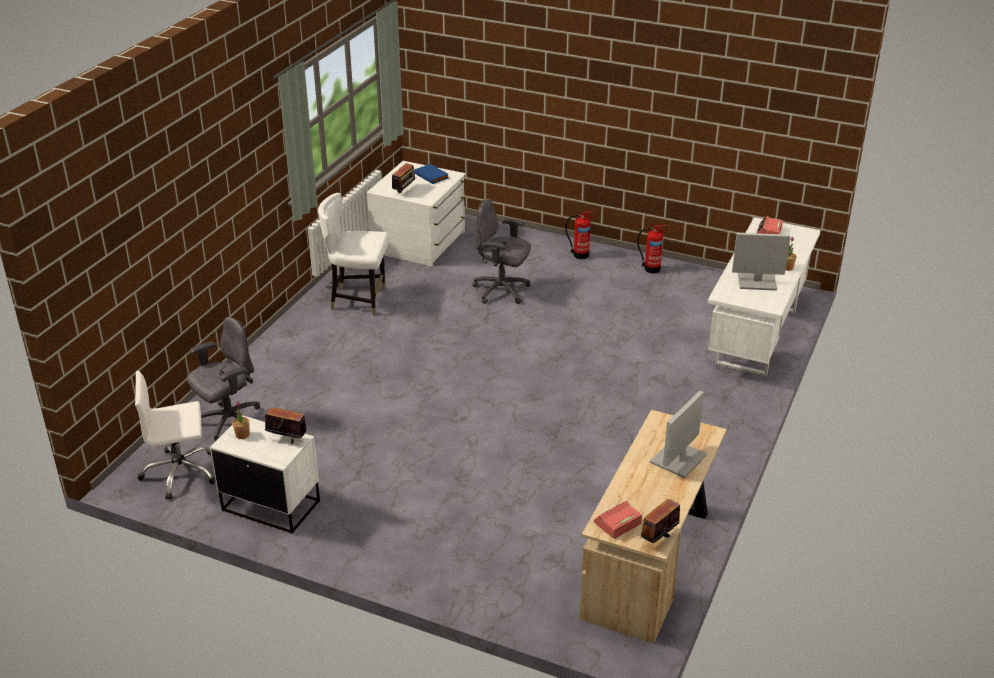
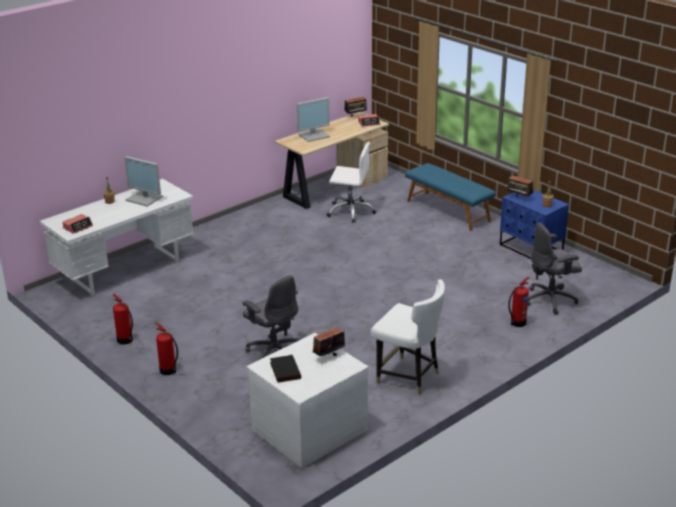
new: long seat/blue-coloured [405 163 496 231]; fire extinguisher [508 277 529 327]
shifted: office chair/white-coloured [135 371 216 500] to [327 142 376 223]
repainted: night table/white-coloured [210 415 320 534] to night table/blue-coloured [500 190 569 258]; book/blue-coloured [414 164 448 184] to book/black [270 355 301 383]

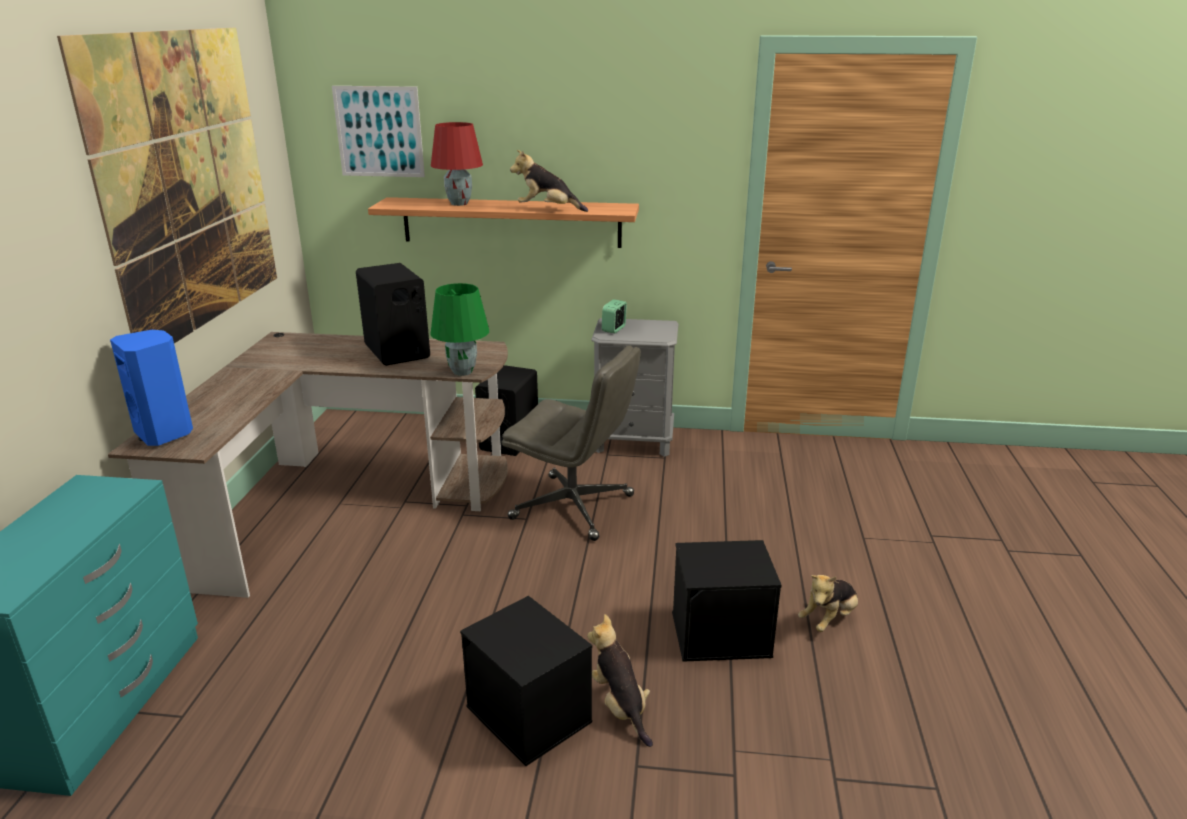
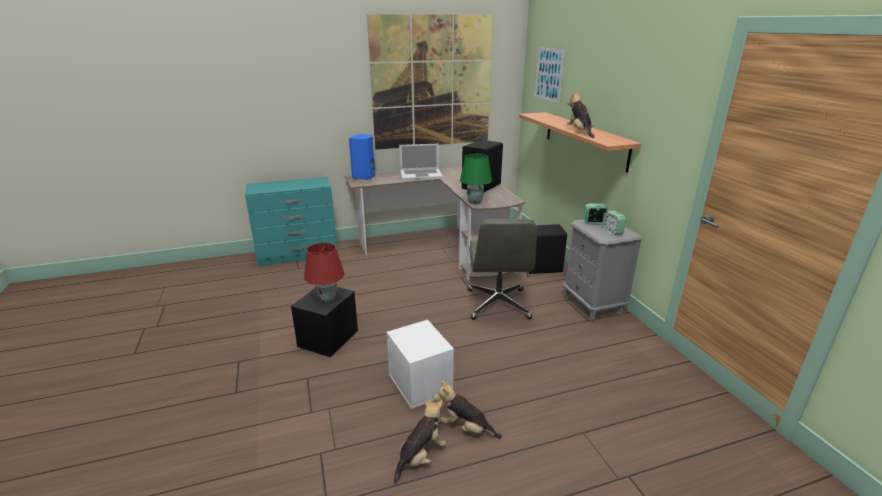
new: portable computer [399 144 443 180]; table clock [602 211 626 235]
shifted: lamp for a table/reddish [431 122 483 206] to [304 243 345 304]; plush toy [587 614 653 747] to [394 398 446 484]
repainted: storage container/black [672 540 782 662] to storage container/white-coloured [386 320 454 409]

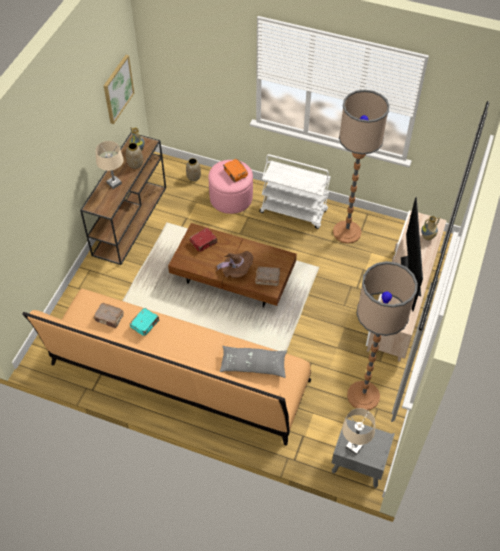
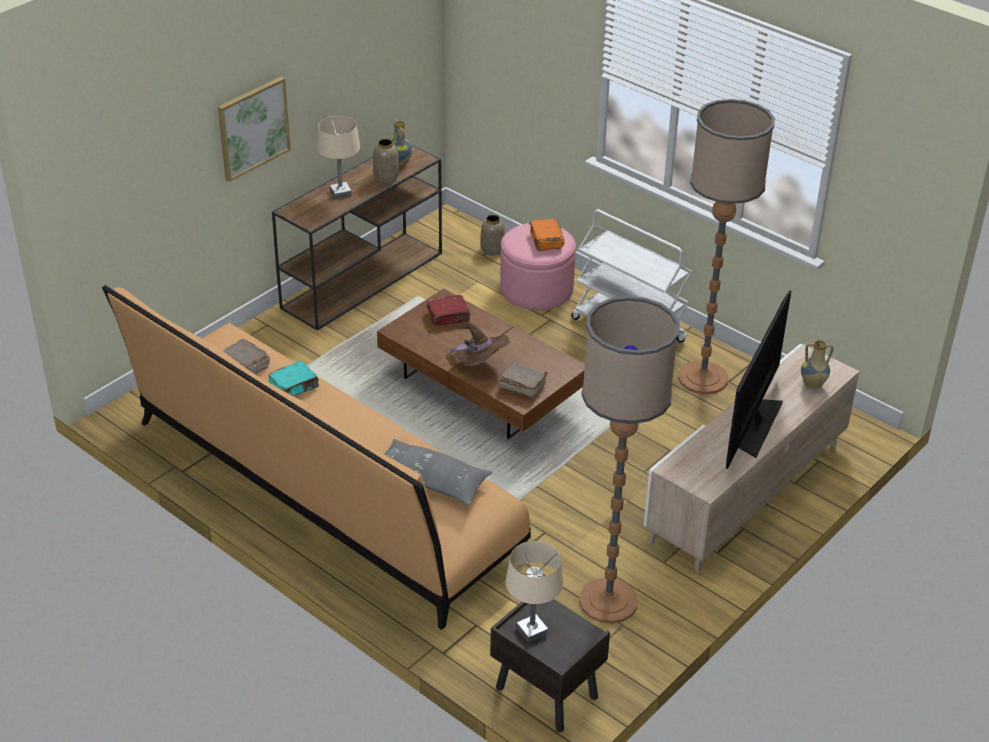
shifted: wall art [104 55 134 124] to [218 76 291 182]
repainted: night table/greyish [332 417 395 488] to night table/brown [490 599 610 732]

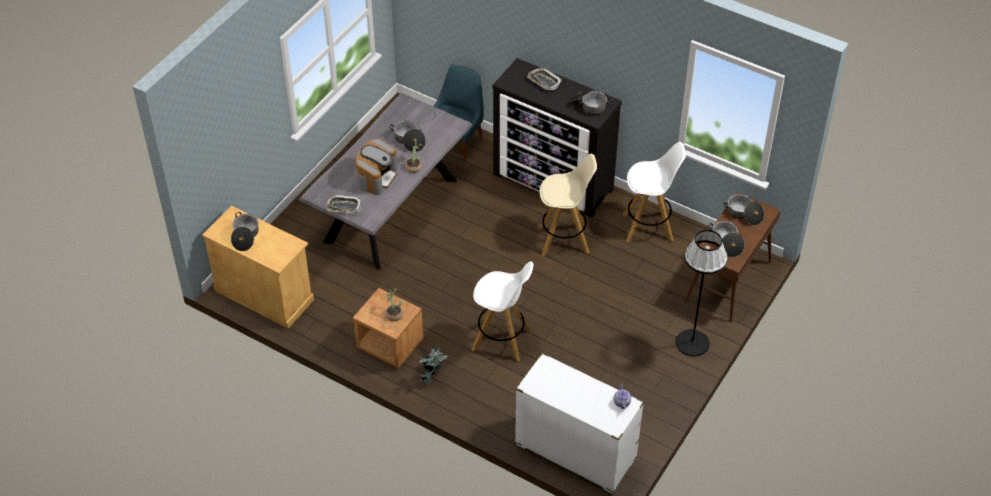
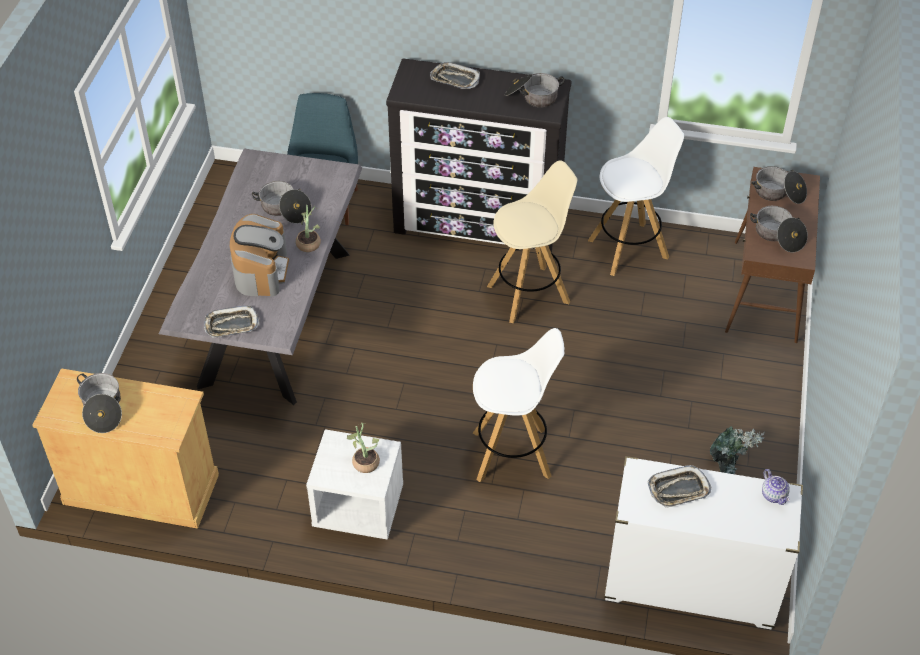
gone: floor lamp/black [675 230 728 357]
new: serving tray [648 465 712 508]
shifted: houseplant [420 348 448 384] to [710 426 765 474]
repainted: night table/brown [353 288 423 369] to night table/white-coloured [306 429 403 540]

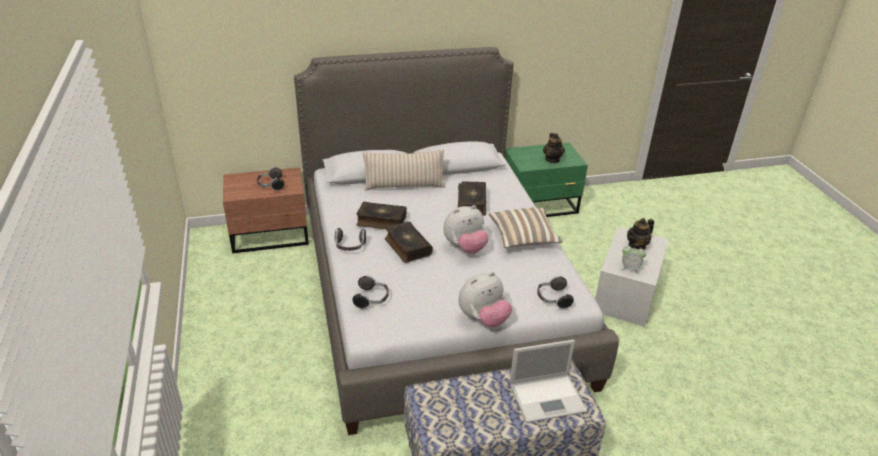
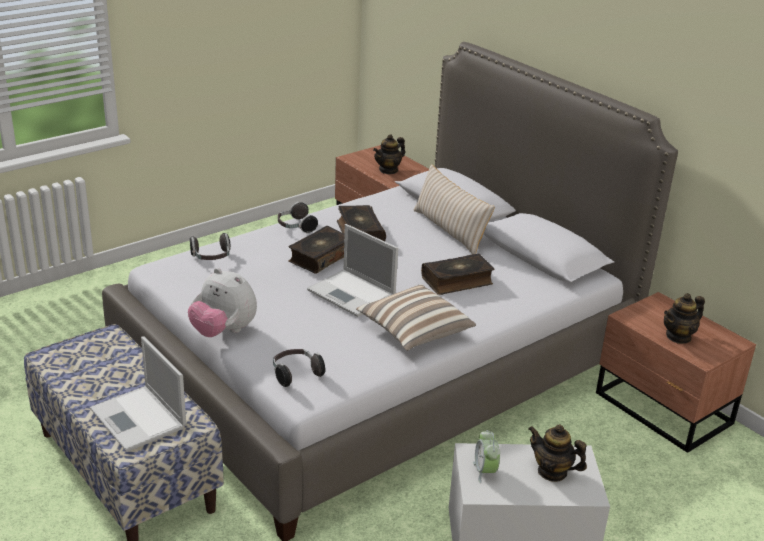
swapped: headset [257 167 285 191] to tea pot [373 134 405 174]; plush toy [443 205 489 254] to portable computer [307 224 398 317]
repainted: night table/greenish [504 143 588 217] to night table/brown [596 292 756 453]

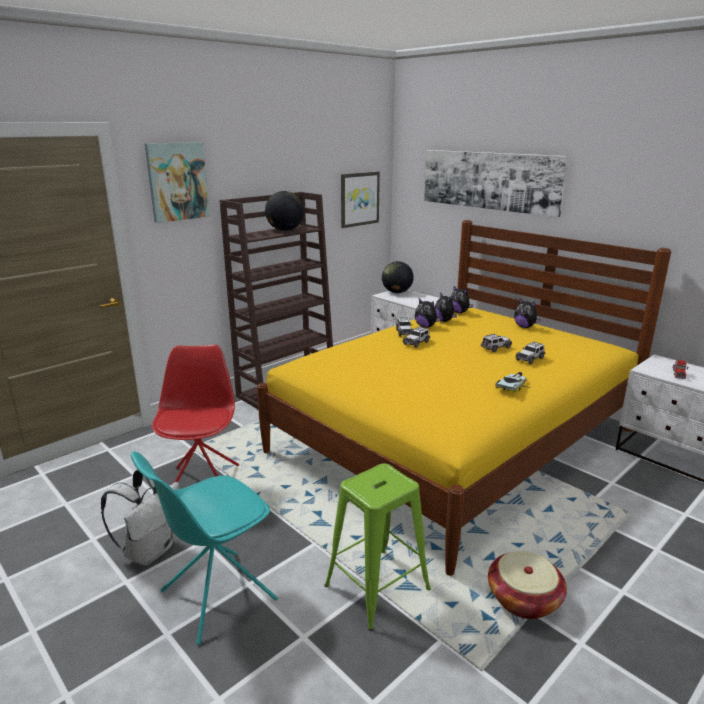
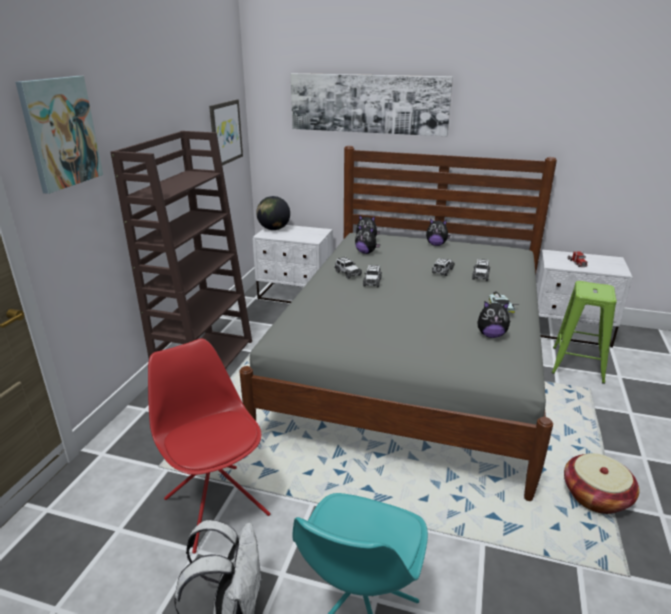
gone: desk globe [265 191 304 231]
shifted: stool/greenish [325 463 431 631] to [551 281 617 384]; plush toy [415 298 441 328] to [477 301 510 338]
repainted: sleeping bed/yellow-coloured [257 220 671 576] to sleeping bed/greyish [240 146 557 501]

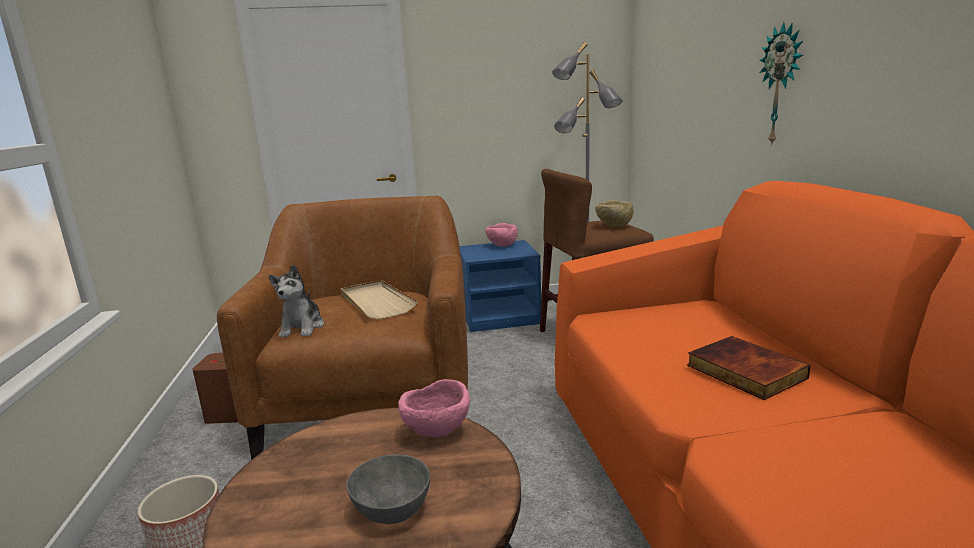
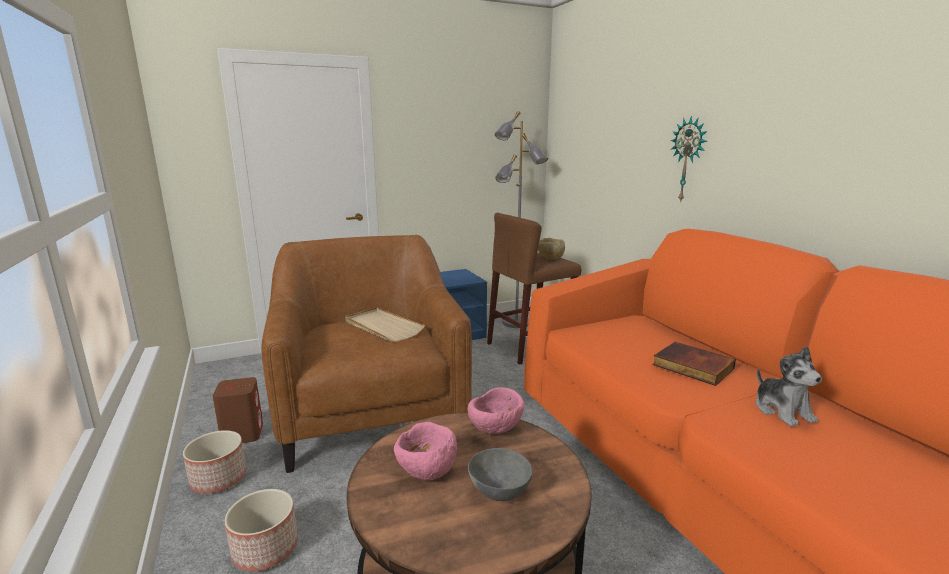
new: planter [183 430 246 494]
shifted: plush toy [268 265 324 338] to [756 346 822 427]; bowl/pink [485 223 518 247] to [394 422 457 480]

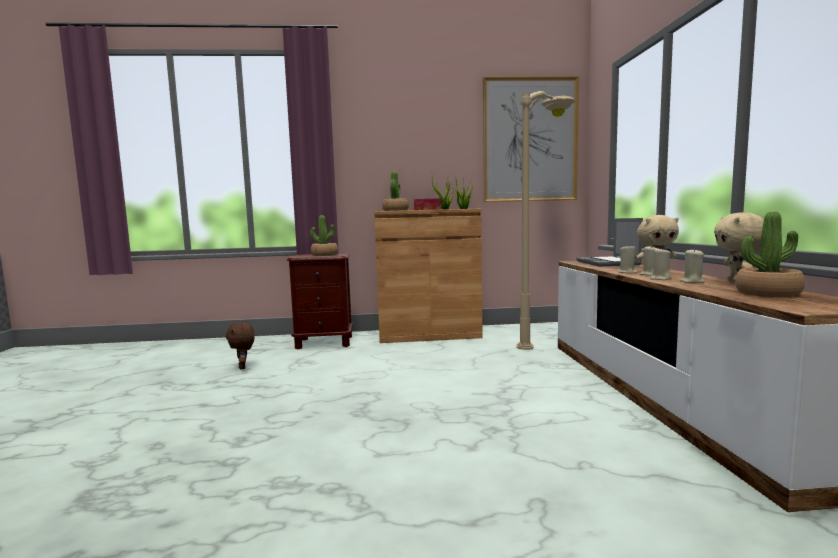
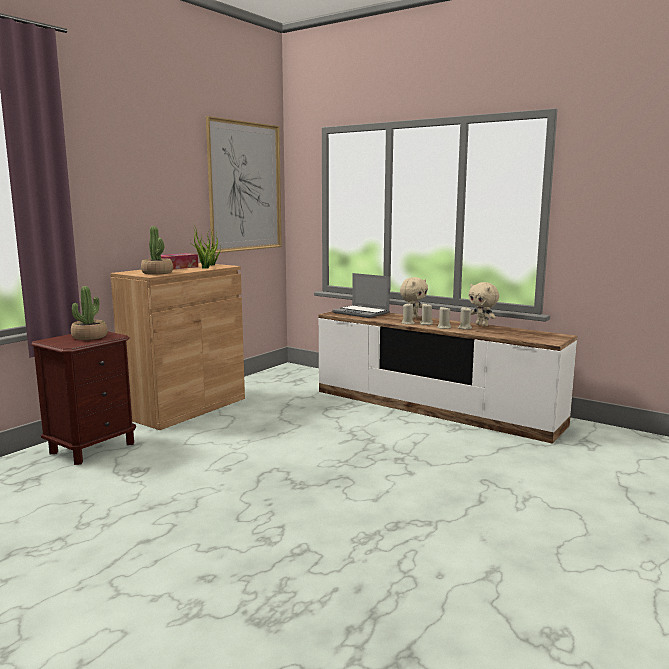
gone: plush toy/brown [226 322 254 370]; floor lamp/beige-coloured [517 91 575 350]; houseplant [735 212 805 297]

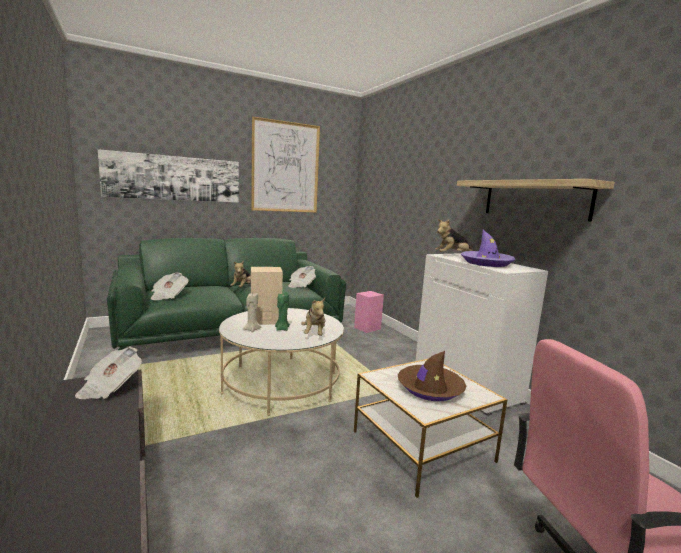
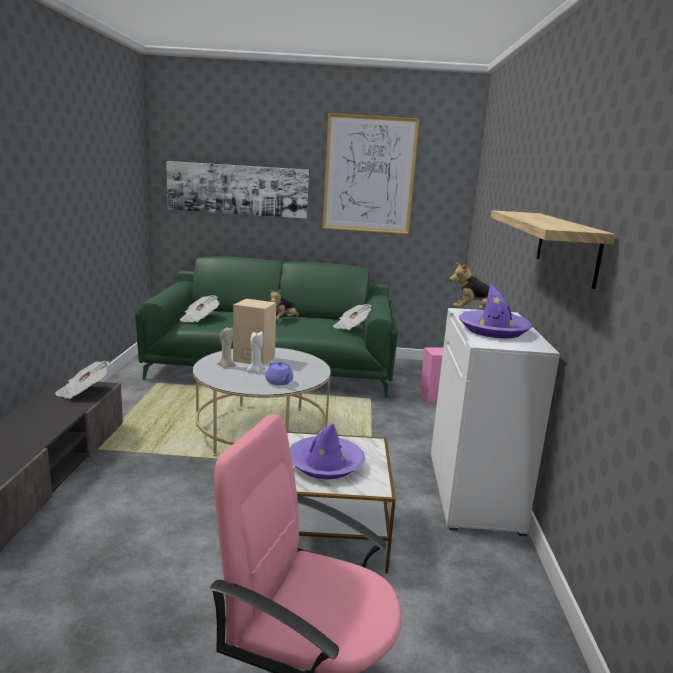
swapped: plush toy [301 298 325 336] to tea pot/purple-coloured [265 361 293 386]
repainted: candle/greenish [275 292 290 331] to candle/white-coloured [246 331 266 374]; hat/brown [398 351 466 401] to hat/purple-coloured [290 424 365 479]

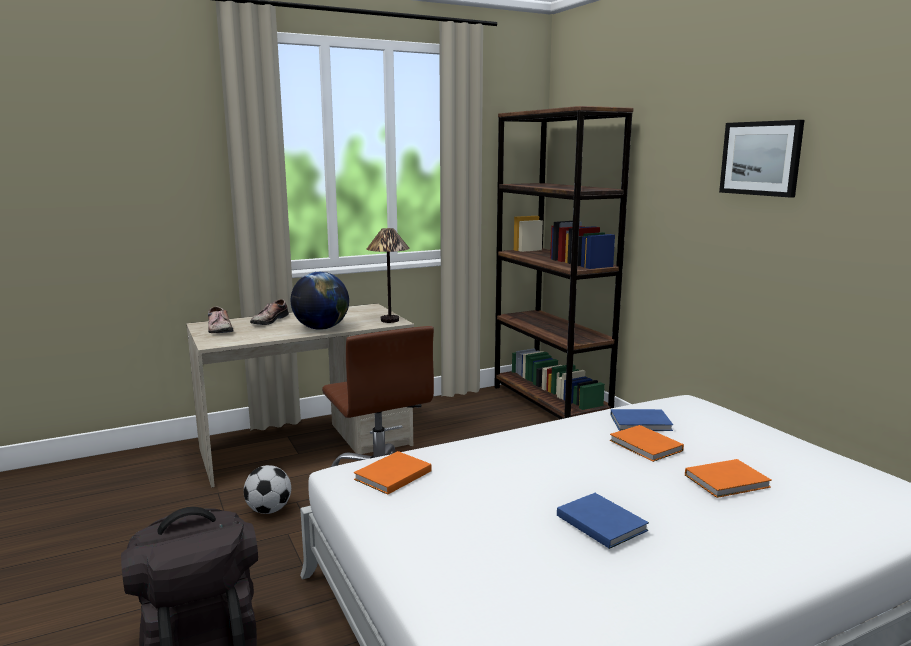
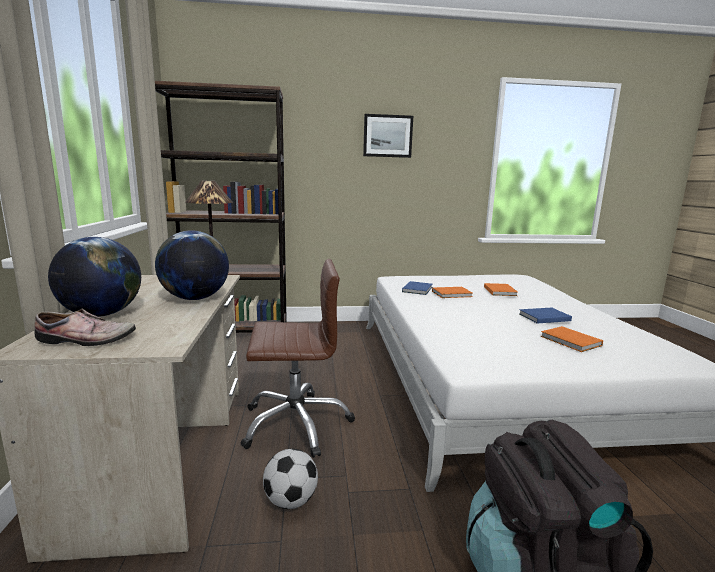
shifted: book/orangey [354 451 432 495] to [540 326 603 352]
swapped: shoe [250 299 289 325] to desk globe [48 237 141 317]

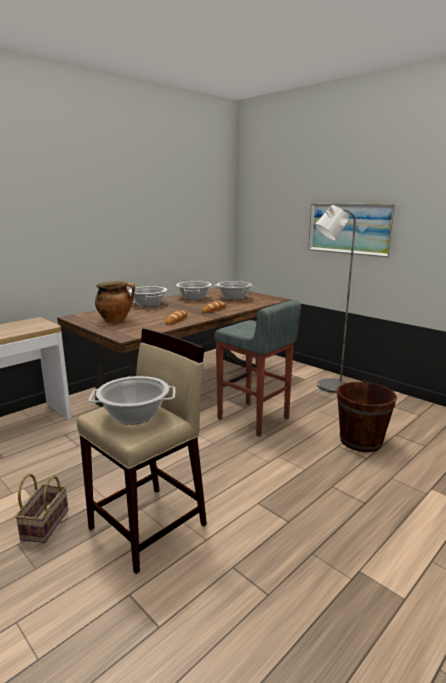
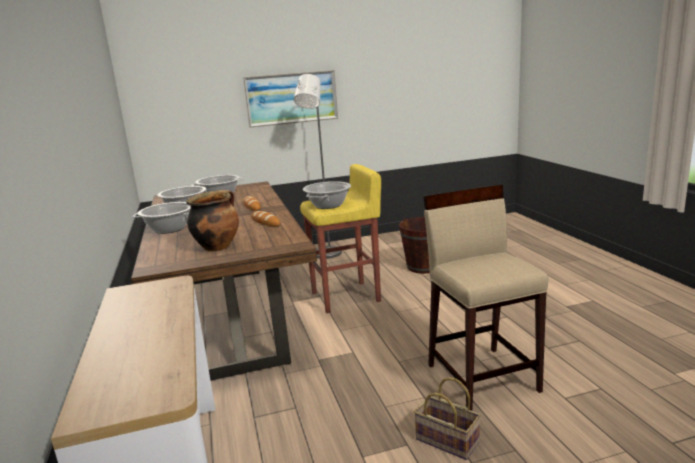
shifted: stockpot [89 376 176 425] to [303 181 351 209]
repainted: stool/greyish [214 300 301 437] to stool/yellow-coloured [300 164 381 313]

